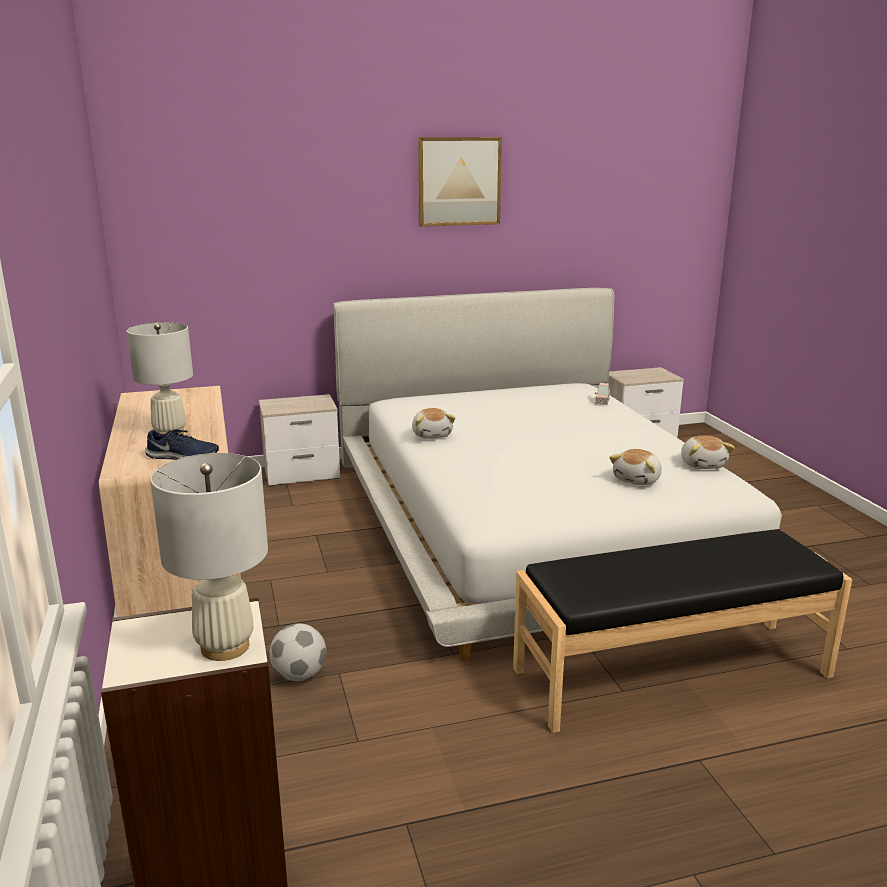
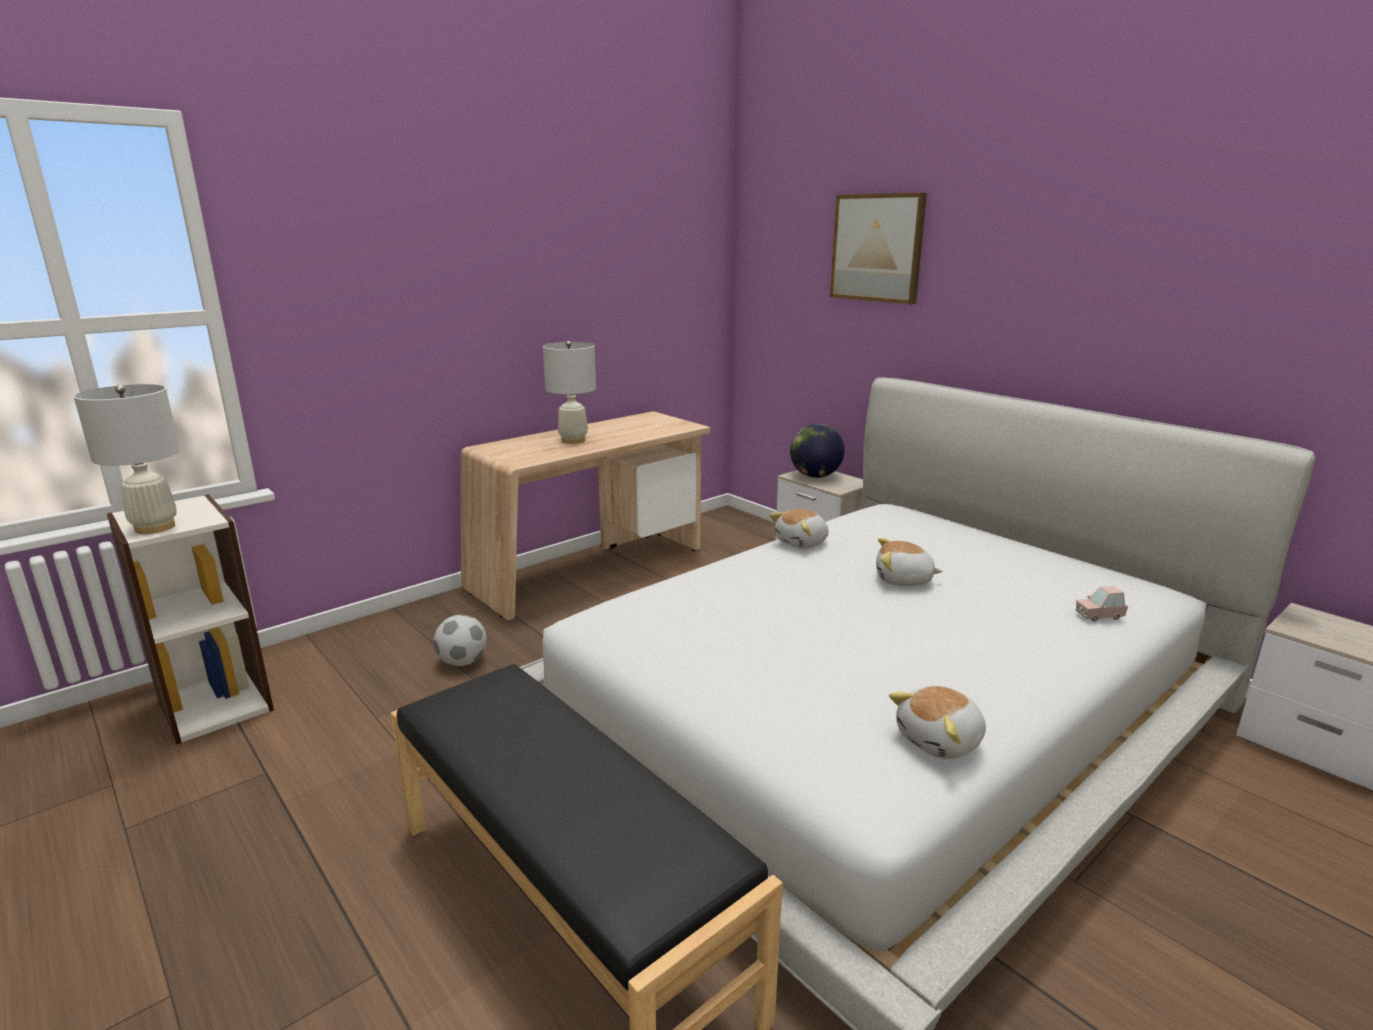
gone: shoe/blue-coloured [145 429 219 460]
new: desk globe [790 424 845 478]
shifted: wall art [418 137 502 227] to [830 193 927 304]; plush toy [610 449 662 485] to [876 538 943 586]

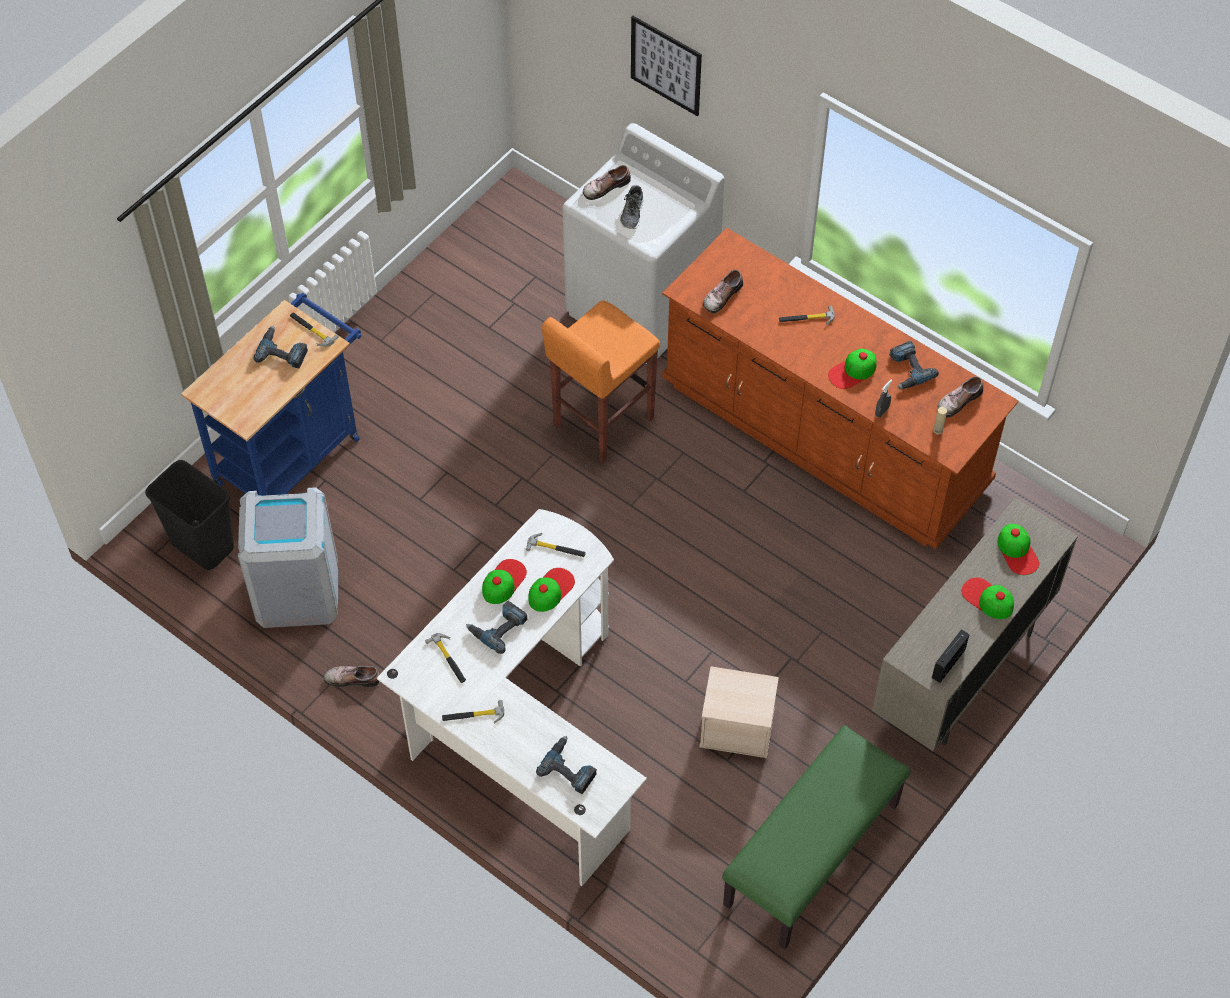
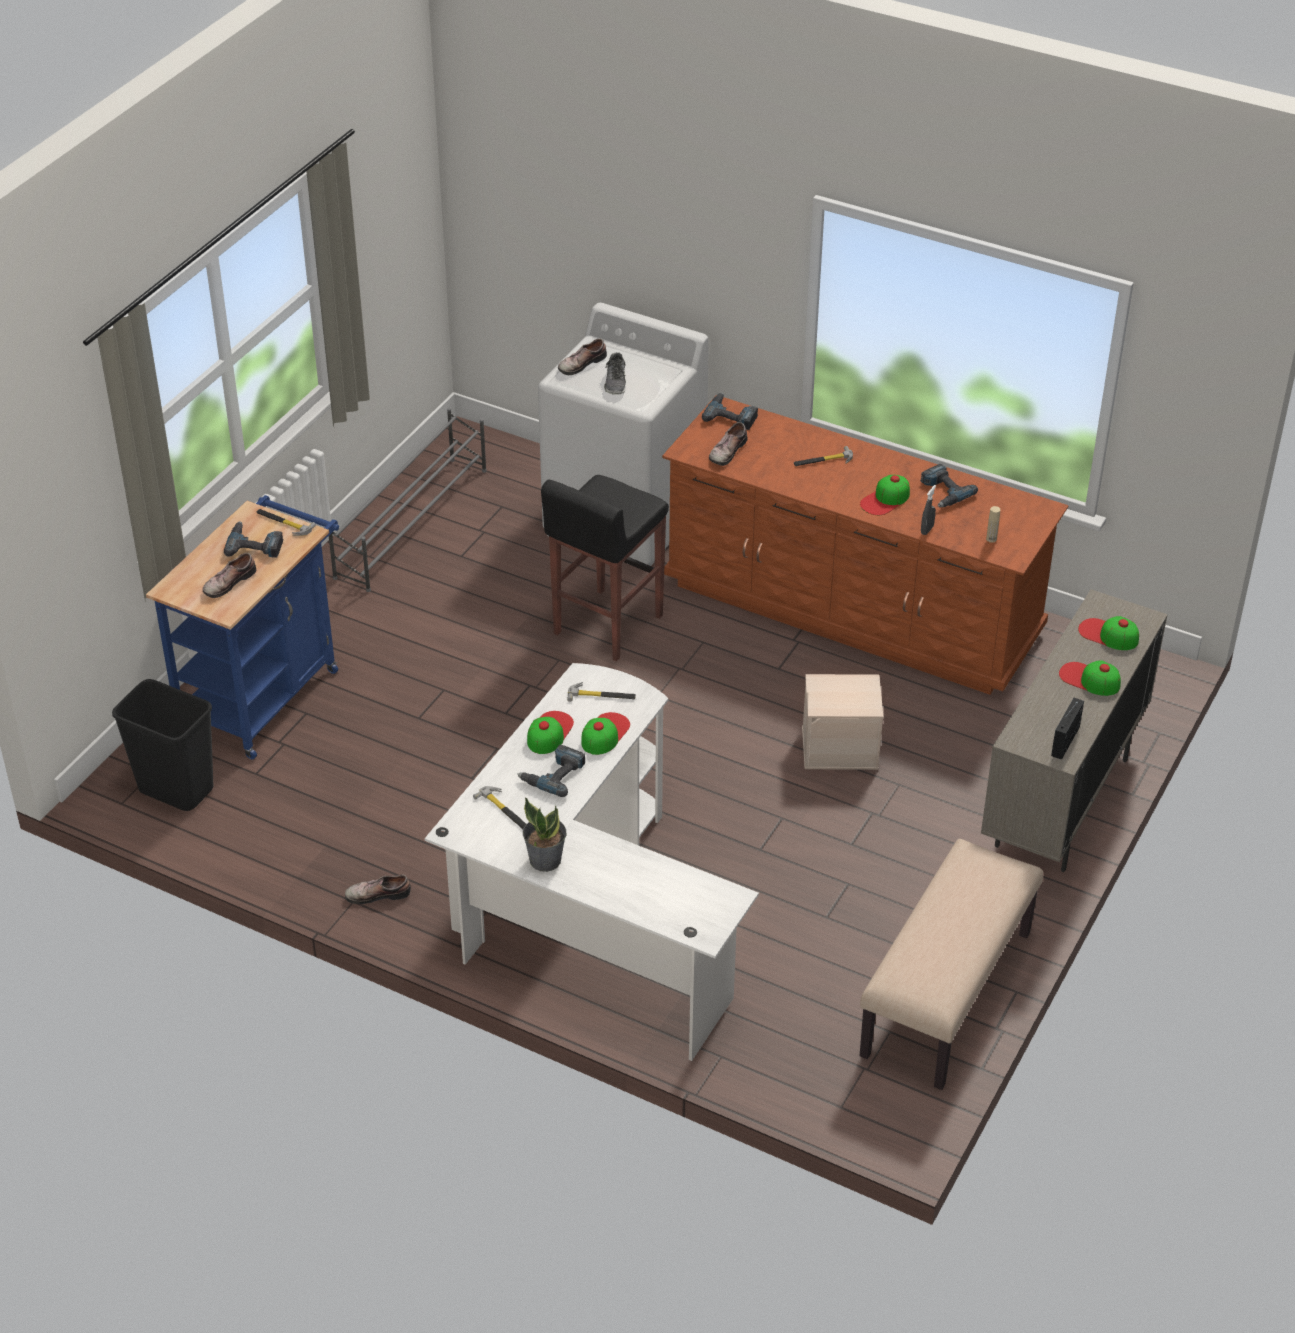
gone: rubbish bin/greyish [238 487 338 628]; wall art [631 16 702 116]
new: shoe rack/greyish [329 408 487 592]
shifted: drill [536 736 597 794] to [702 392 758 430]; storage container/beige-coloured [700 666 779 758] to [802 674 883 770]; shoe [938 376 983 417] to [203 553 256 598]
swapped: hand hammer [442 700 504 724] to houseplant [523 797 566 872]
repainted: stool/orangey [542 300 660 463] to stool/black [541 475 669 662]; long seat/greenish [722 725 911 949] to long seat/beige-coloured [860 839 1043 1090]
rotated: peaked cap [997 524 1039 575] = [1078 616 1139 650] 150 degrees clockwise

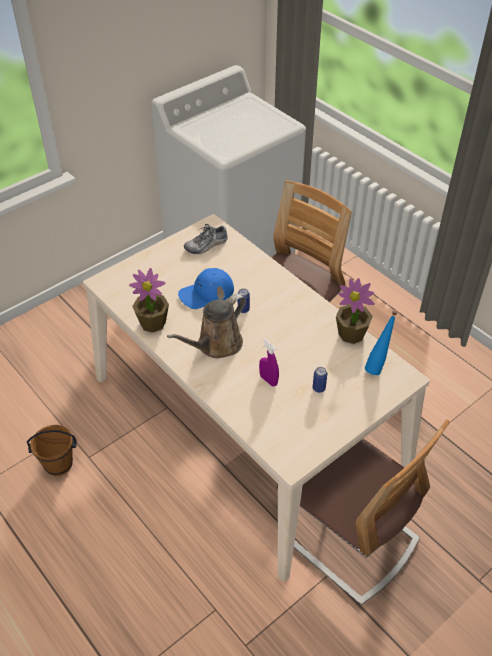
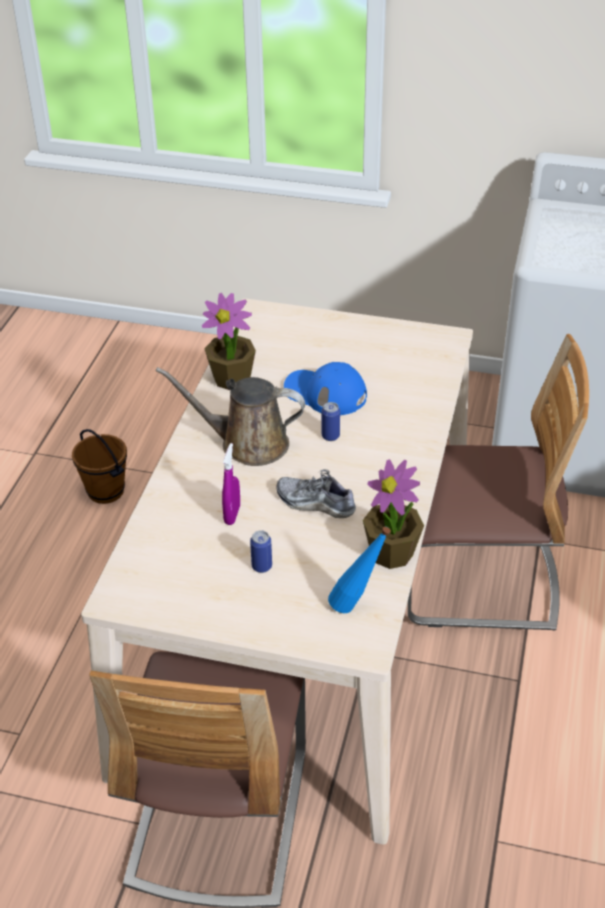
shifted: shoe [184 224 228 254] to [277 470 356 518]

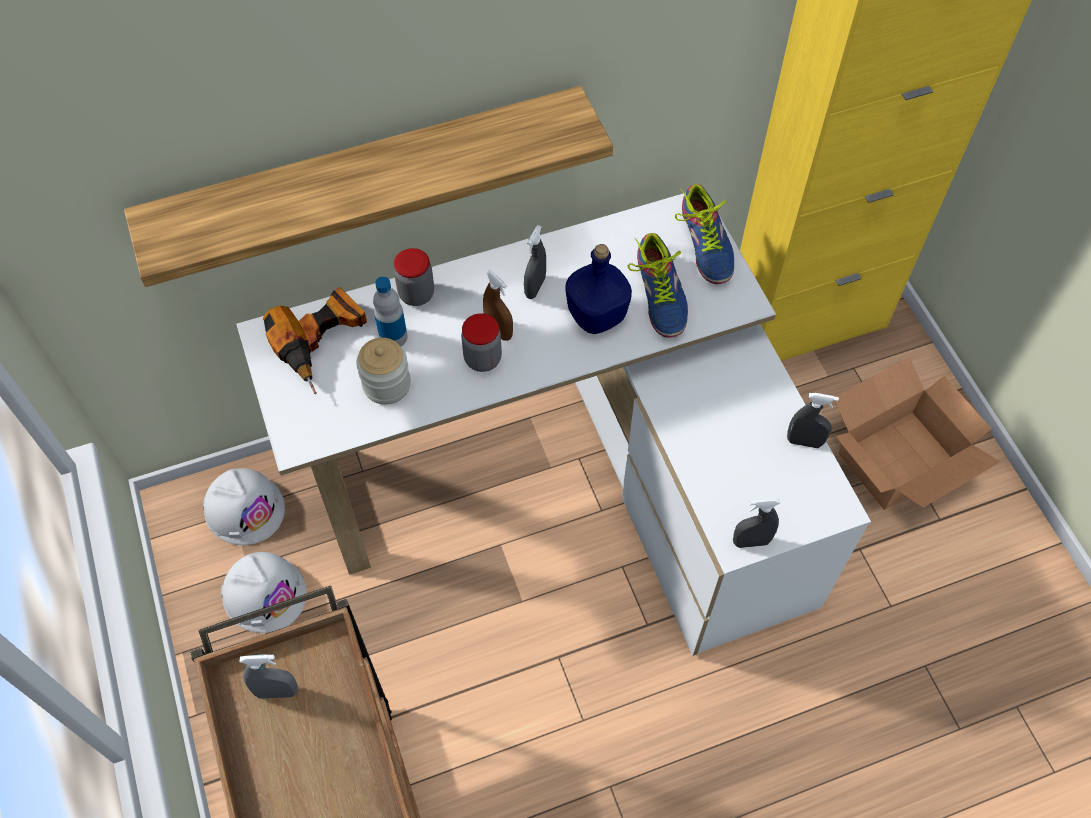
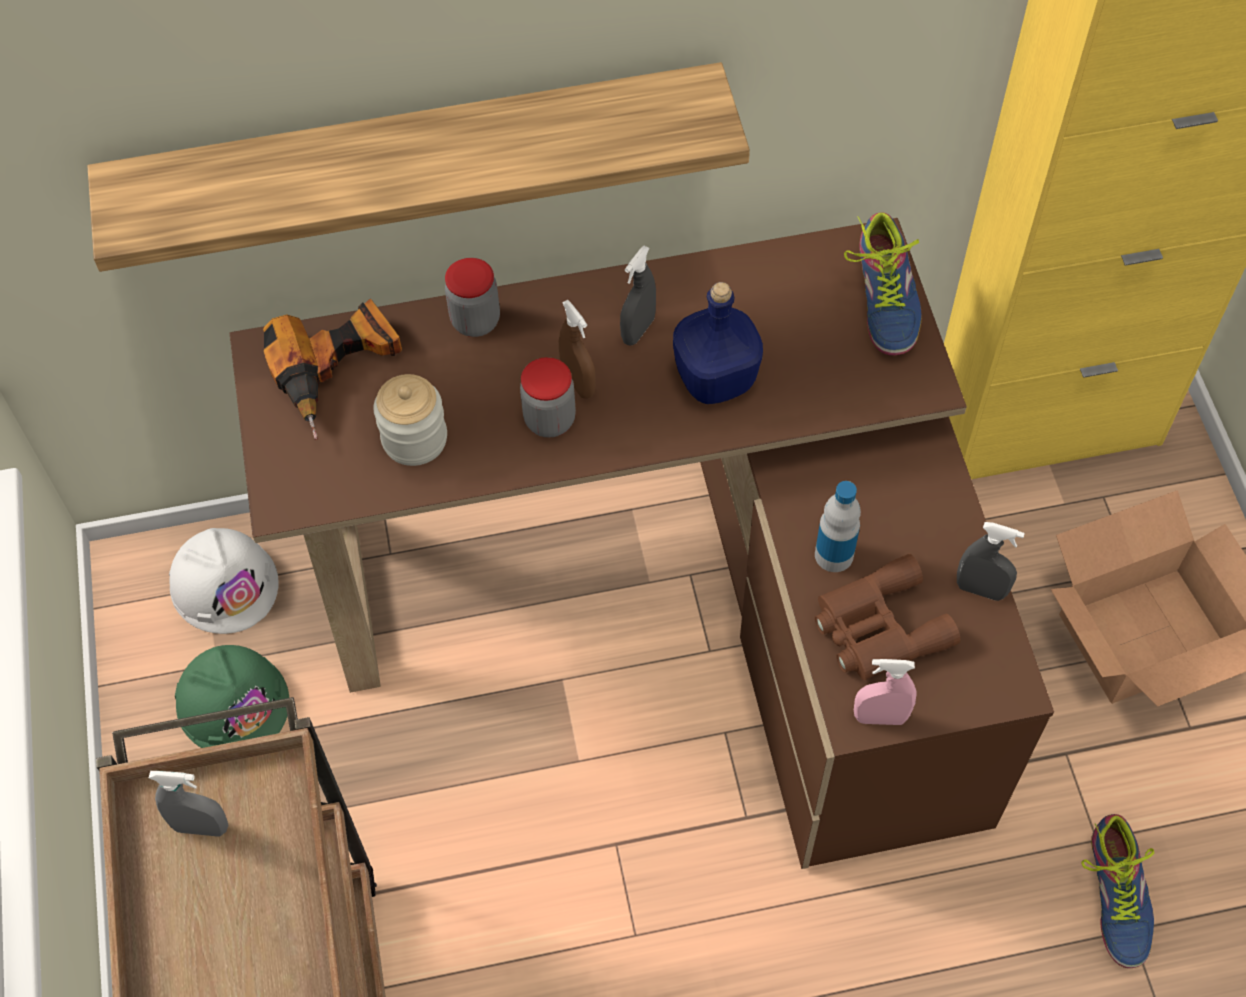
new: field glasses/brown [814 554 960 680]
shifted: bottle [373 276 408 346] to [815 481 861 572]; shoe [628 233 688 338] to [1081 814 1154 968]
repainted: hard hat/white-coloured [221 552 307 633] to hard hat/greenish [175 645 289 748]; desk/white-coloured [236 194 871 656] to desk/brown [230 218 1054 869]; spray bottle/greyish [733 498 780 548] to spray bottle/pink [854 659 916 725]

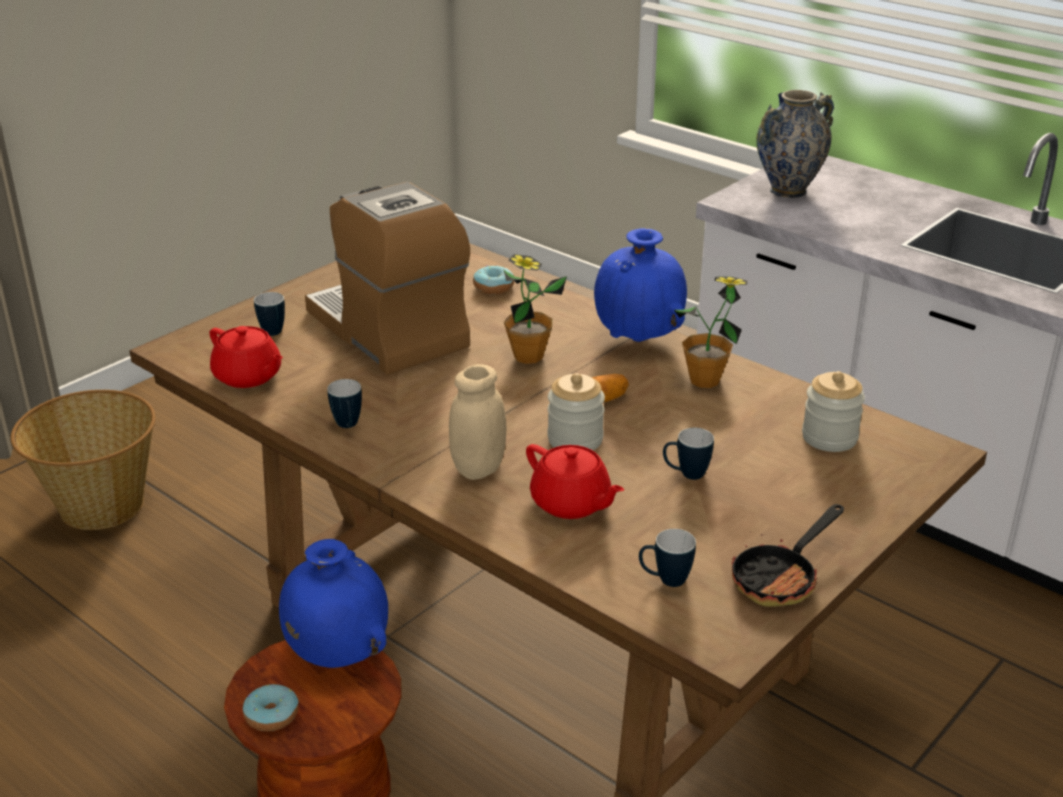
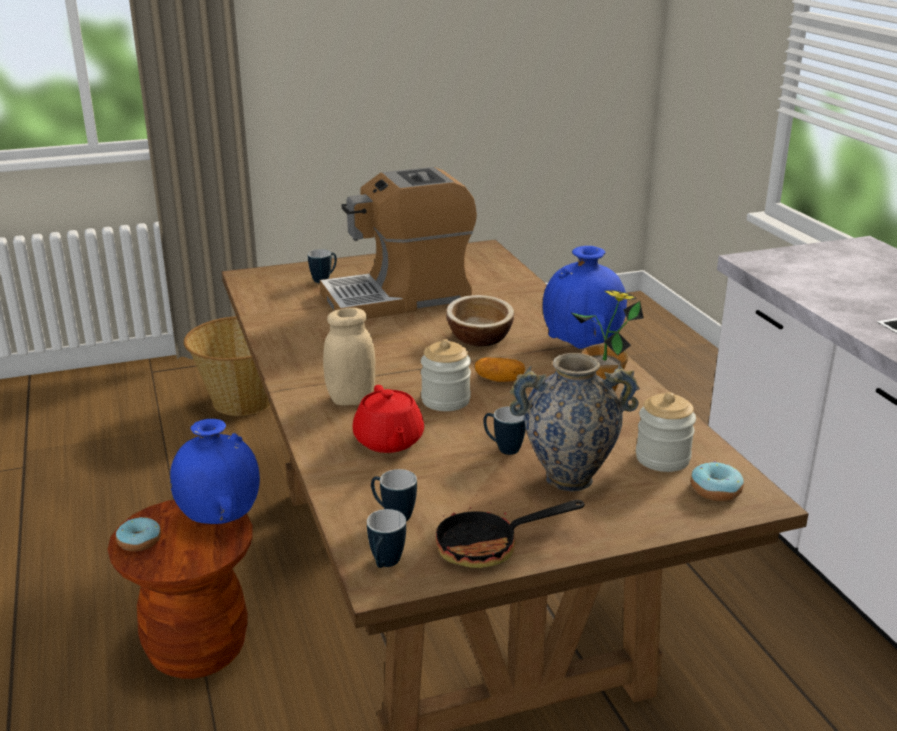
gone: tea pot/reddish [209 326 283 388]
shifted: tea mug [327 379 362 428] to [367 509 406 568]; ring doughnut [473 265 514 294] to [690 461 744 501]; flower vase [757 90 834 198] to [510 353 640 491]
swapped: houseplant [503 254 567 364] to bowl [446 295 514 347]
rotated: coffee maker [305 182 470 375] = [320 167 477 319] 105 degrees counterclockwise

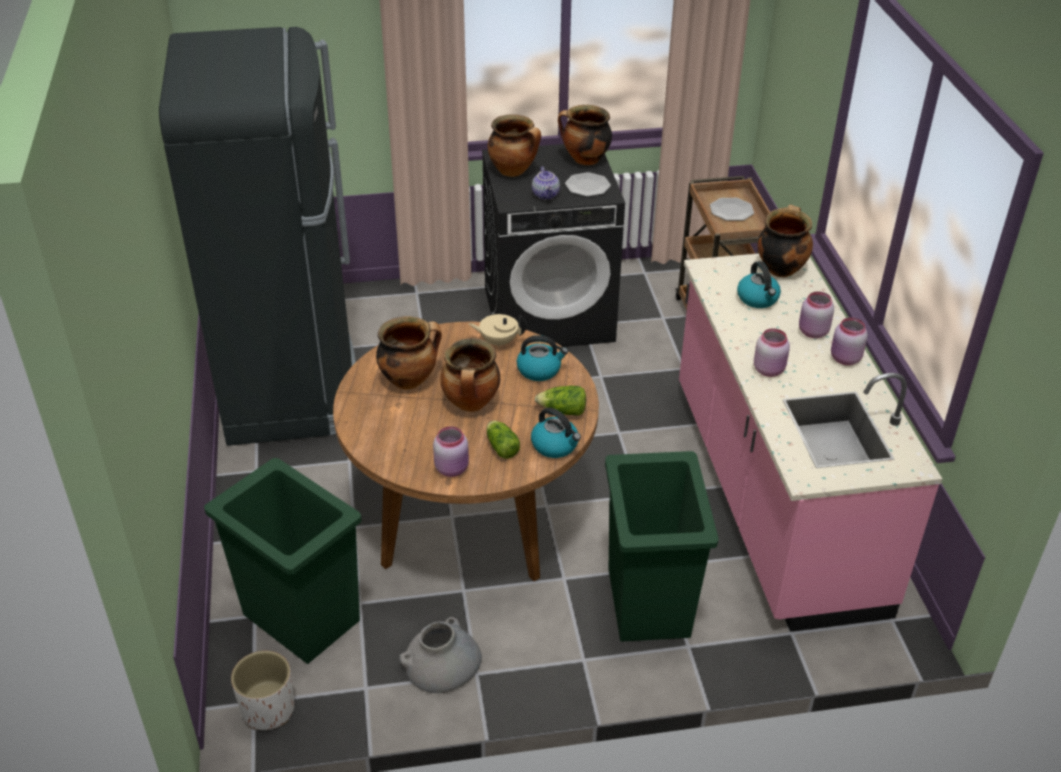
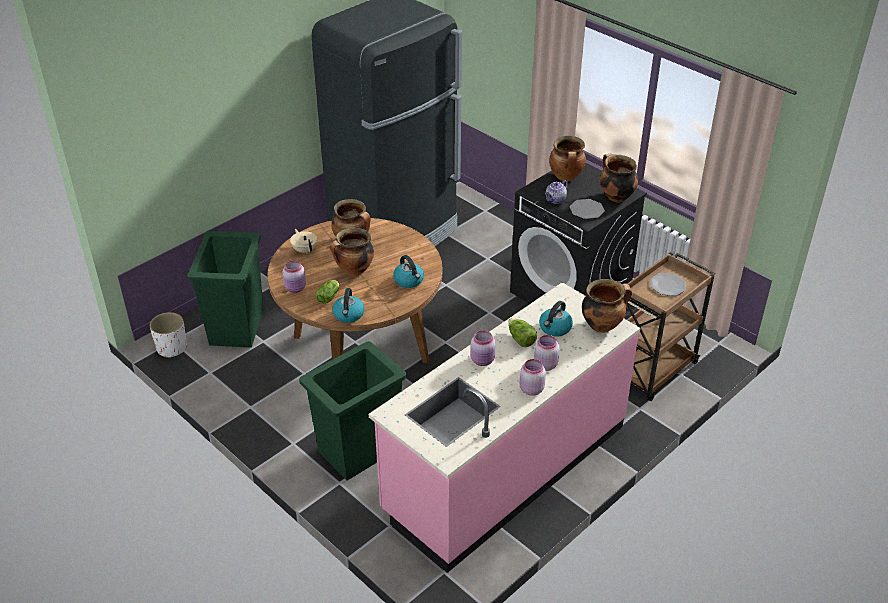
gone: flower vase/greyish [399 617 482 693]
shifted: tea pot/beige-coloured [469 314 526 348] to [290 229 317 254]; head of lettuce [535 386 586 416] to [508 318 537 347]

